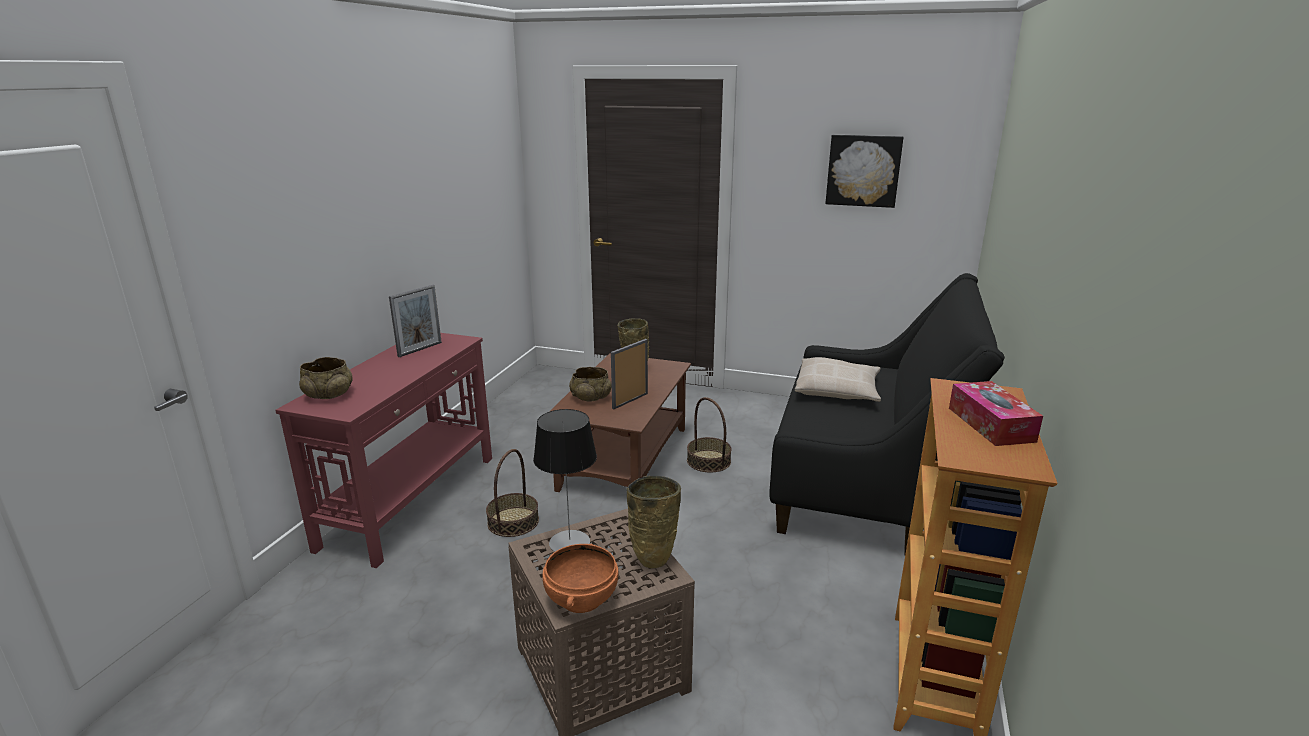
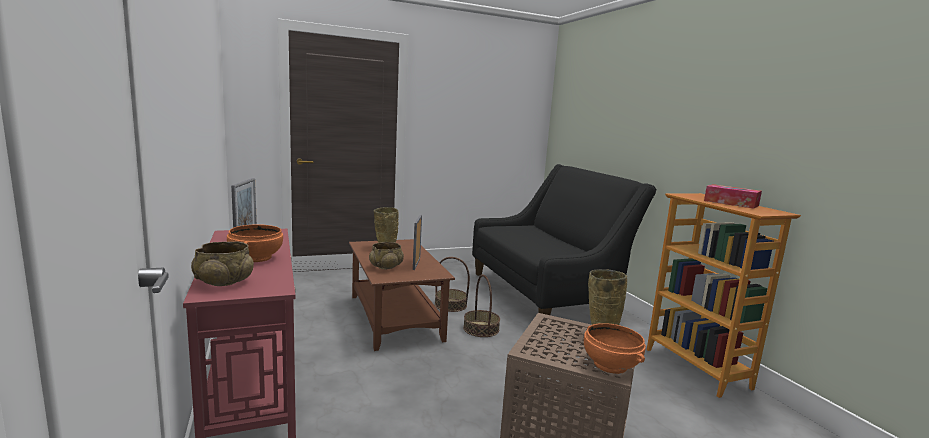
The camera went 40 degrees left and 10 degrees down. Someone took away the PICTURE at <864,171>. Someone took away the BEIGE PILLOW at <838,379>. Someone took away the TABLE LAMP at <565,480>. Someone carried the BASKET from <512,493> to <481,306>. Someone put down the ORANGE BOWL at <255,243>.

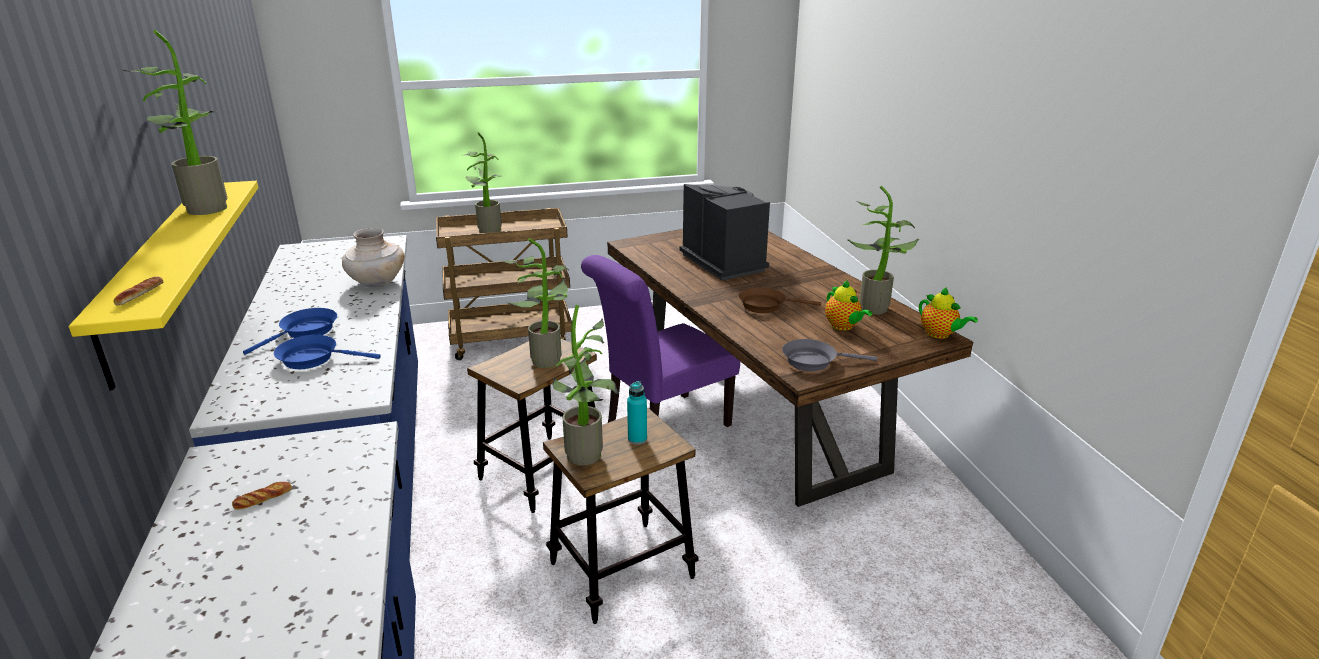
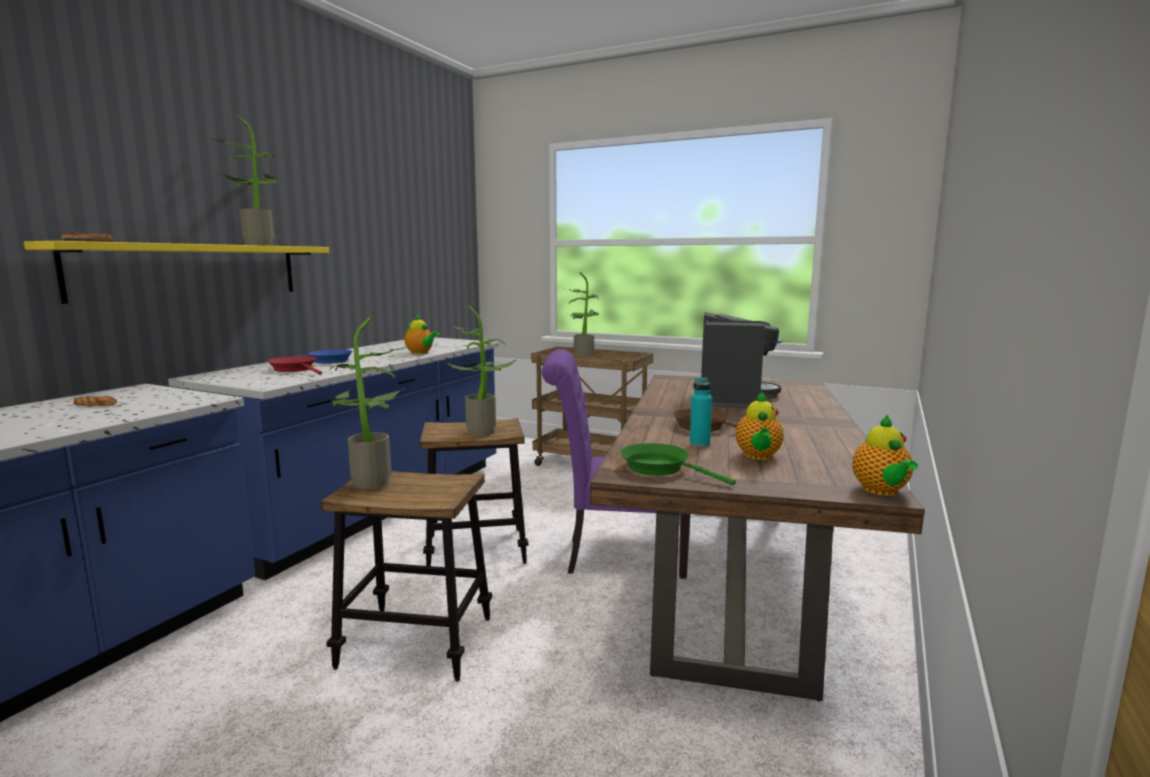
The camera went 40 degrees right and 15 degrees down. Someone took away the POTTED PLANT at <883,250>. Someone swapped the BEIGE VASE at <373,257> for the TEAPOT at <421,334>. Someone repainted the BLUE FRYING PAN at <327,352>, which became the RED FRYING PAN at <294,365>. Someone repainted the GREY FRYING PAN at <829,355>, which became the GREEN FRYING PAN at <678,464>. Someone carried the TURQUOISE BOTTLE from <637,413> to <701,412>.

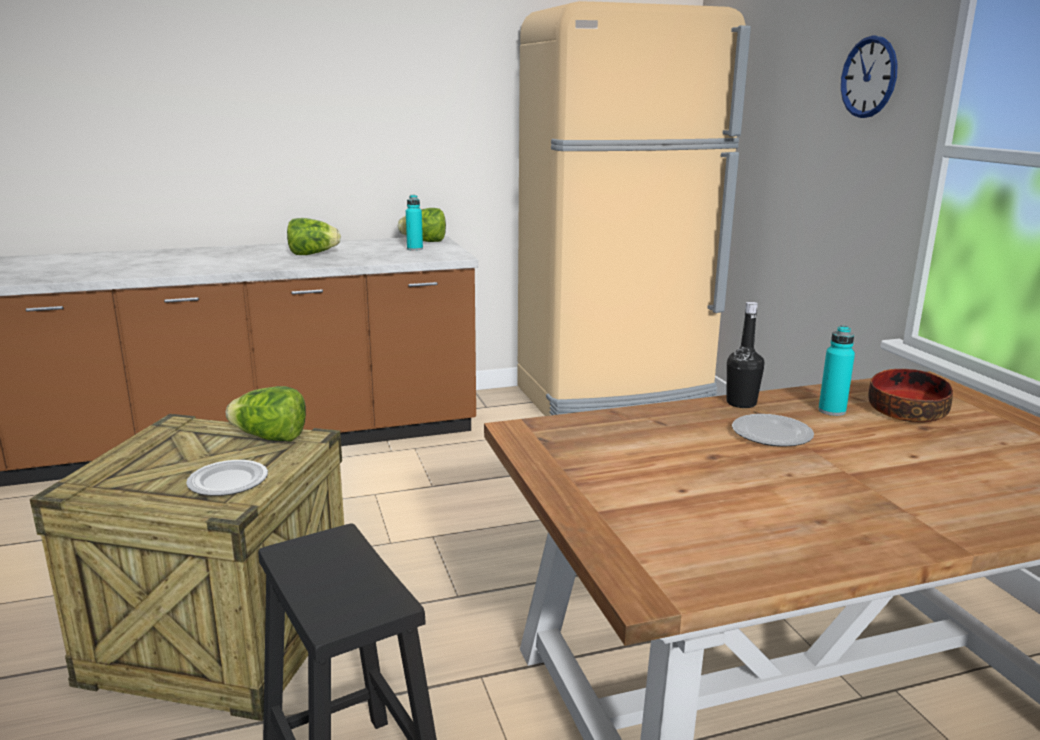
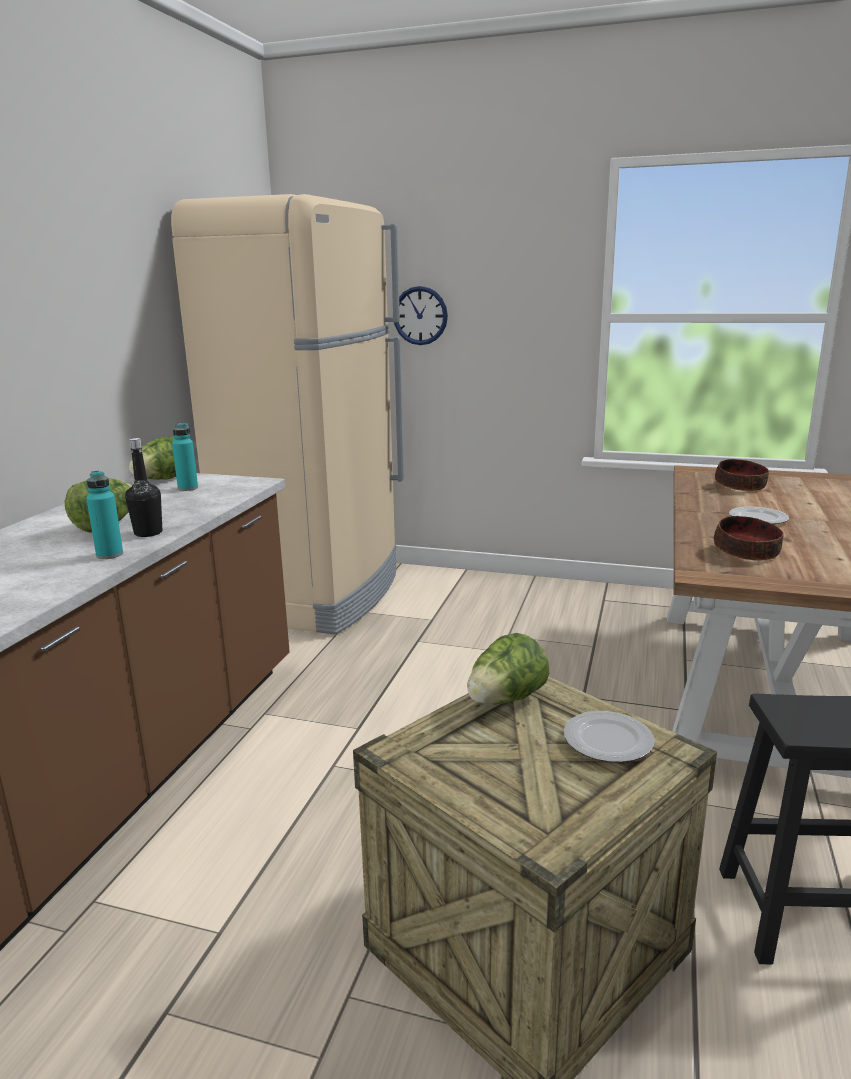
The camera went 55 degrees left and 0 degrees up. Someone carried the WALL CLOCK from <869,77> to <421,315>. Someone carried the BLACK BOTTLE from <745,355> to <143,487>. Someone carried the TURQUOISE BOTTLE from <836,370> to <104,515>. Someone put down the BOWL at <749,538>.

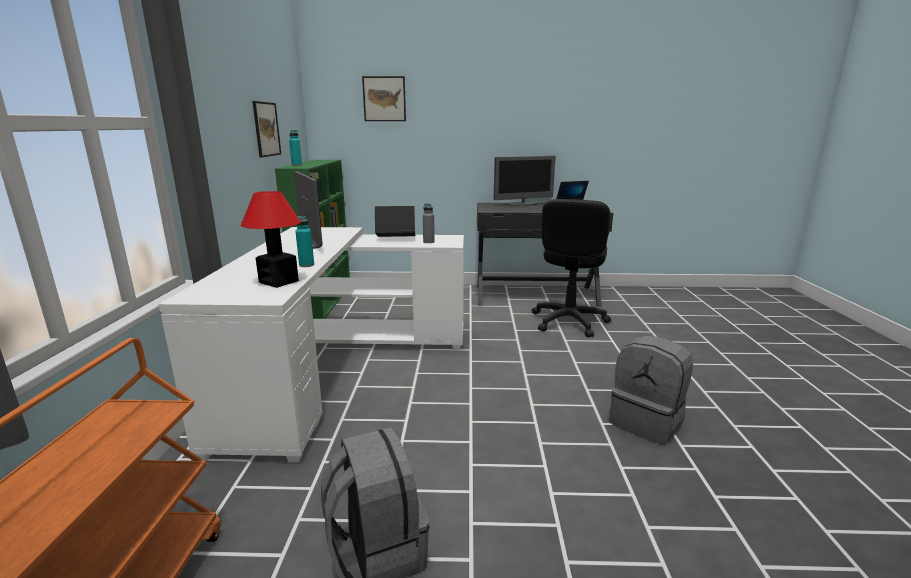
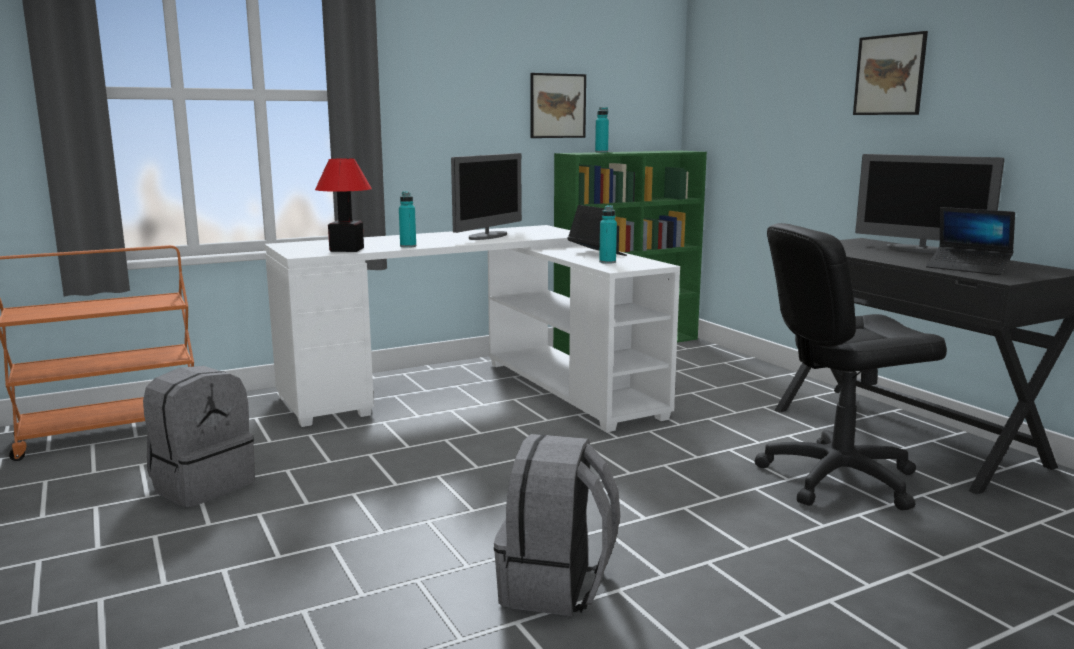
The camera went 60 degrees right and 5 degrees down. Someone carried the PICTURE from <384,98> to <890,73>. Someone repainted the GREY BOTTLE at <429,223>, which became the TURQUOISE BOTTLE at <608,234>.

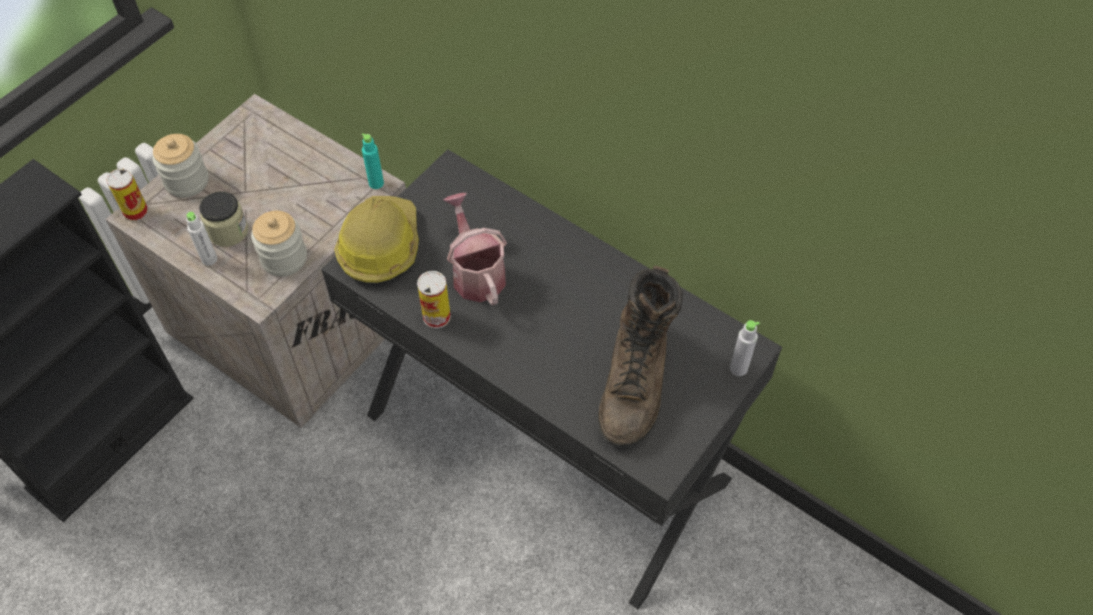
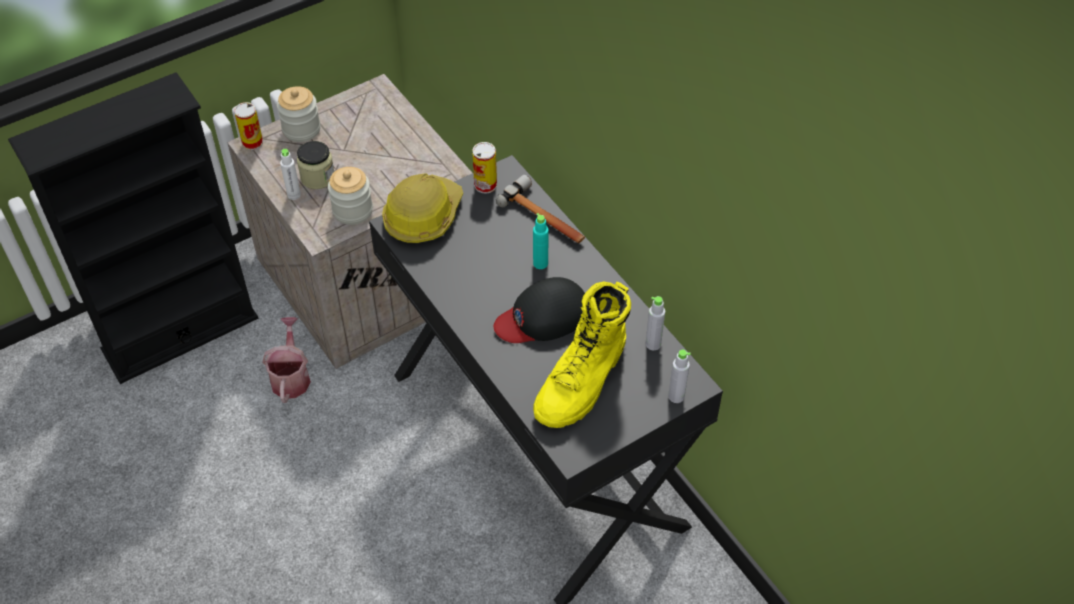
The camera went 20 degrees right and 5 degrees down. Someone carried the TURQUOISE BOTTLE from <372,161> to <541,241>. Someone carried the WATERING CAN from <475,249> to <286,360>. Someone repainted the BROWN BOOT at <640,357>, which became the YELLOW BOOT at <582,355>. Someone carried the CAN from <434,300> to <484,168>. Someone put down the HAMMER at <540,209>. Someone put down the BLACK CAP at <539,310>. Someone put down the GREY BOTTLE at <655,323>.

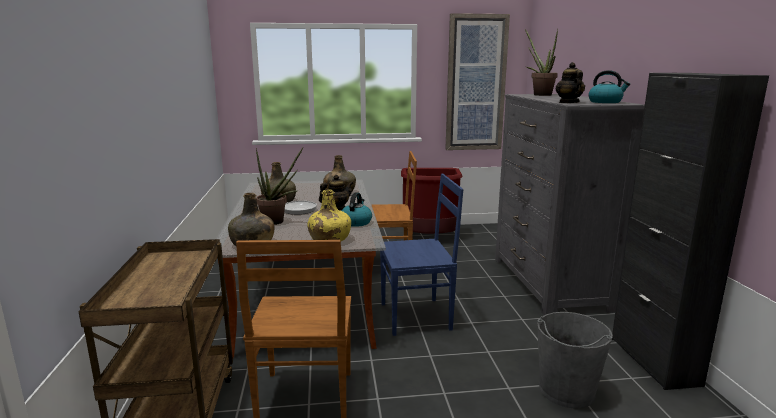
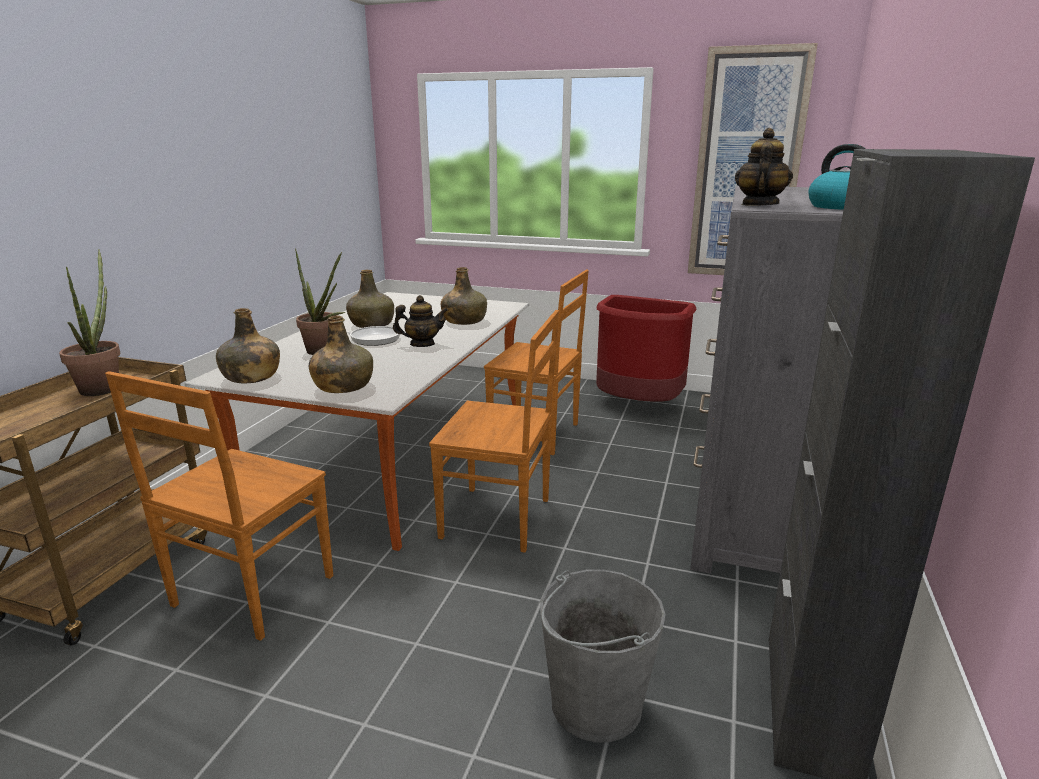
The camera went 25 degrees right and 5 degrees up. Someone carried the POTTED PLANT from <541,62> to <90,322>. Someone repainted the BLUE CHAIR at <422,254>, which became the BROWN CHAIR at <494,431>. Someone repainted the YELLOW BOTTLE at <329,215>, which became the GREEN BOTTLE at <341,354>. Someone took away the KETTLE at <357,209>.

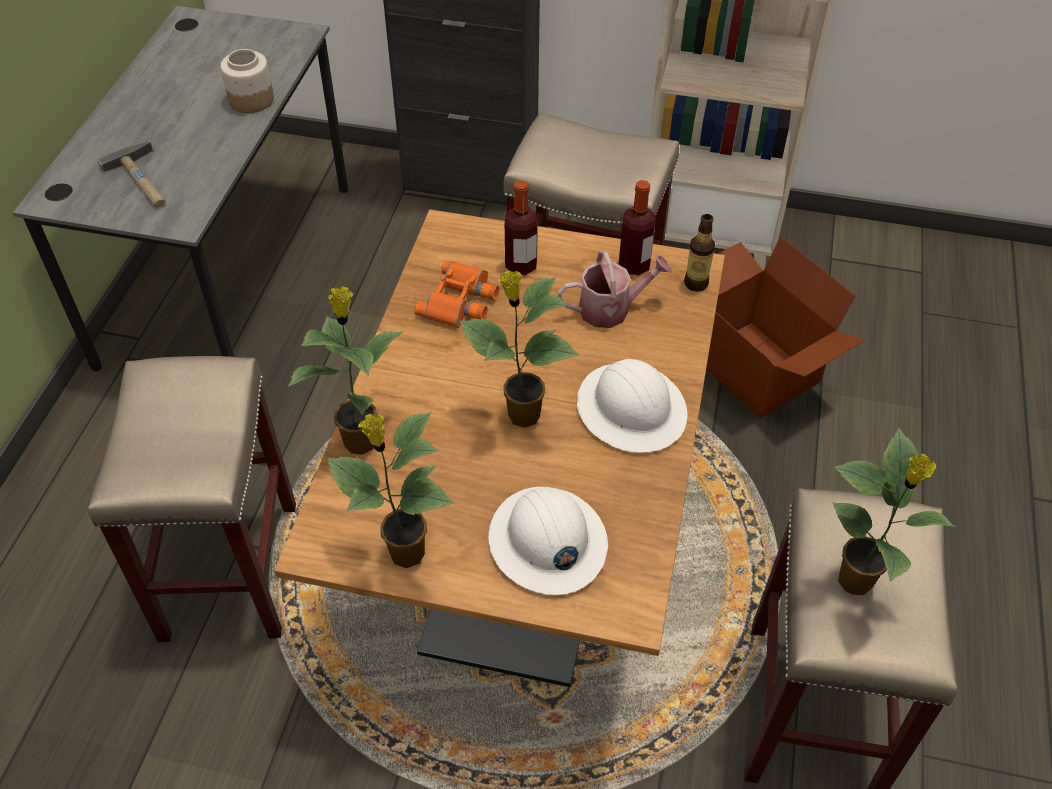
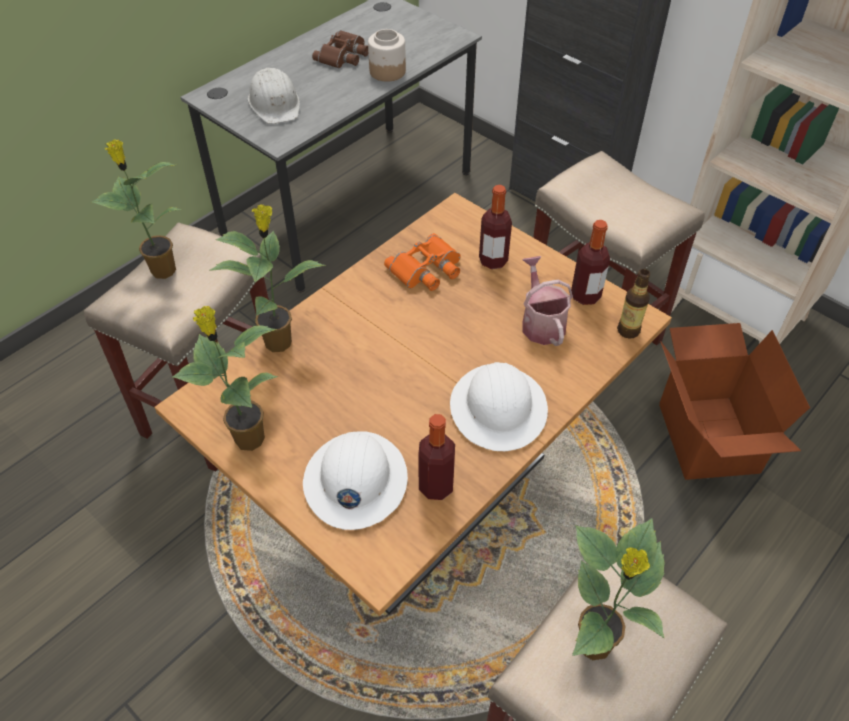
The camera went 30 degrees right and 0 degrees up. Someone swapped the HAMMER at <131,174> for the WHITE HARD HAT at <274,96>. Someone rotated the WATERING CAN at <615,289> by 120 degrees counterclockwise. Someone carried the POTTED PLANT from <519,349> to <136,209>. Someone put down the BROWN BINOCULARS at <340,49>. Someone put down the BOTTLE at <436,457>.

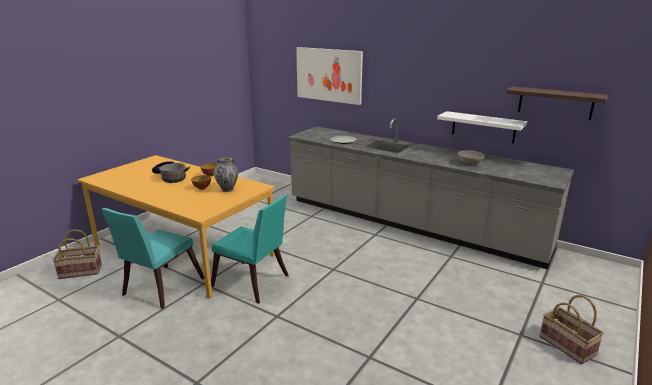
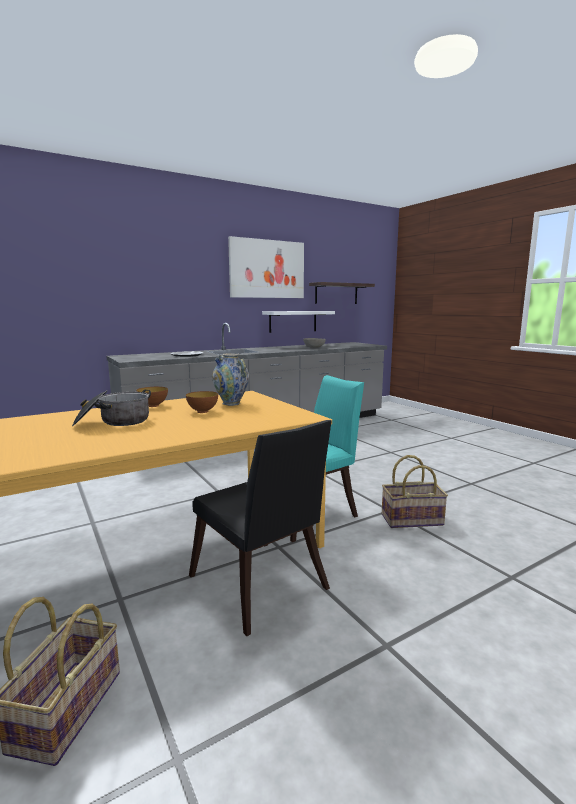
The camera went 65 degrees left and 10 degrees down. Someone carried the PICTURE from <329,76> to <266,267>. Someone repainted the TURQUOISE CHAIR at <153,258>, which became the BLACK CHAIR at <260,528>. Someone carried the BASKET from <572,329> to <415,491>.

